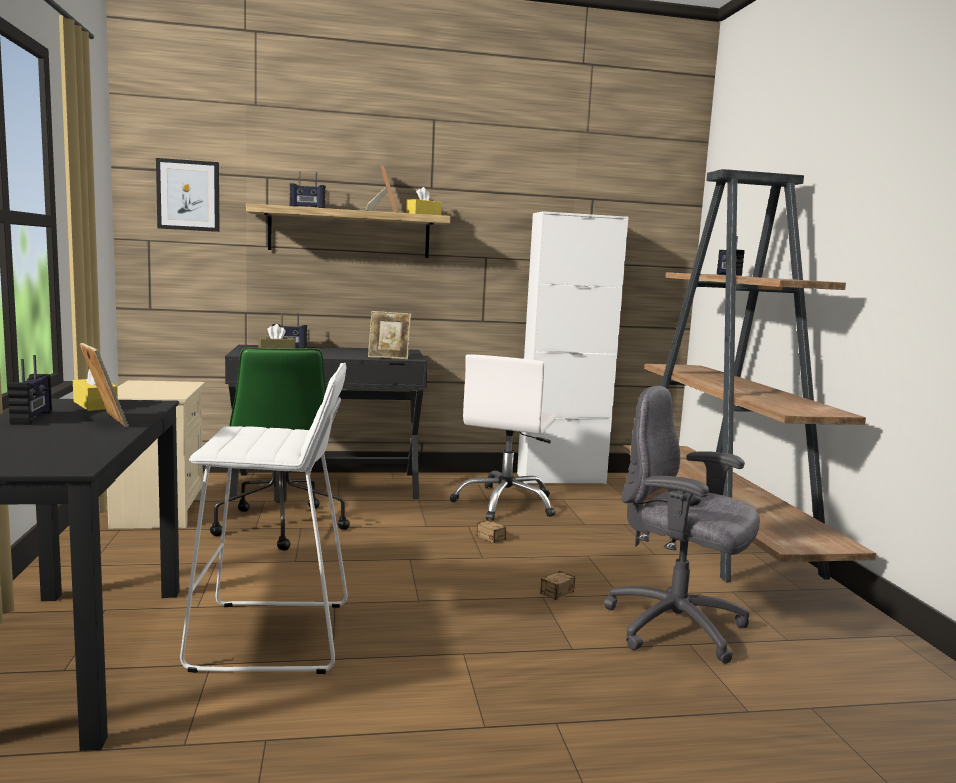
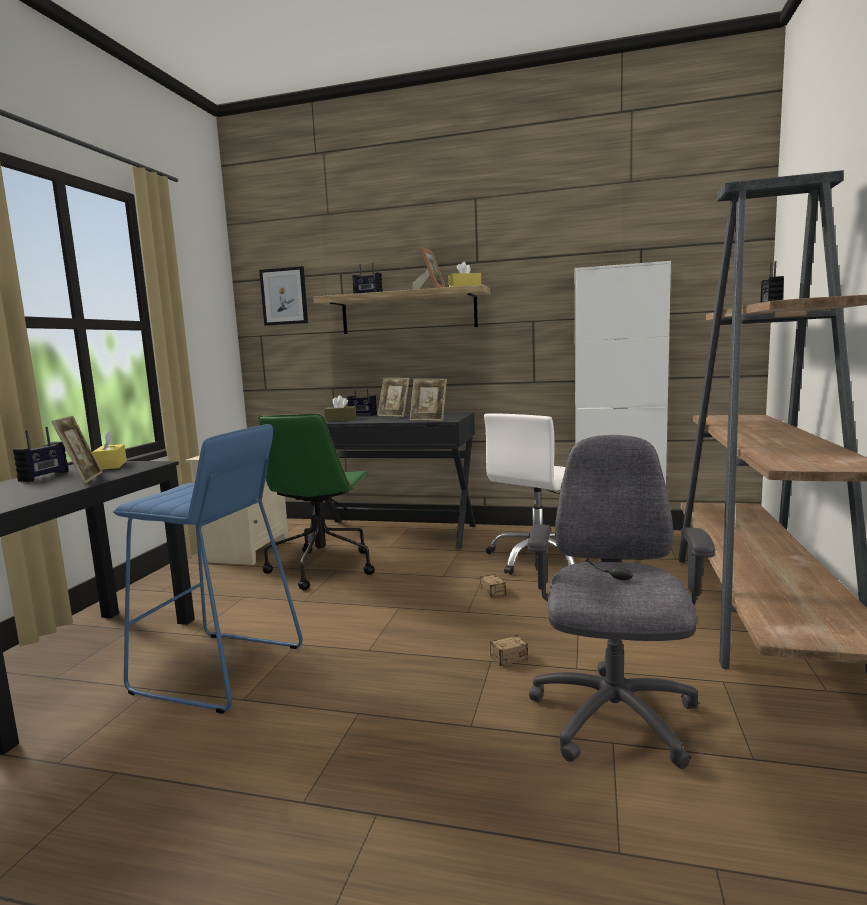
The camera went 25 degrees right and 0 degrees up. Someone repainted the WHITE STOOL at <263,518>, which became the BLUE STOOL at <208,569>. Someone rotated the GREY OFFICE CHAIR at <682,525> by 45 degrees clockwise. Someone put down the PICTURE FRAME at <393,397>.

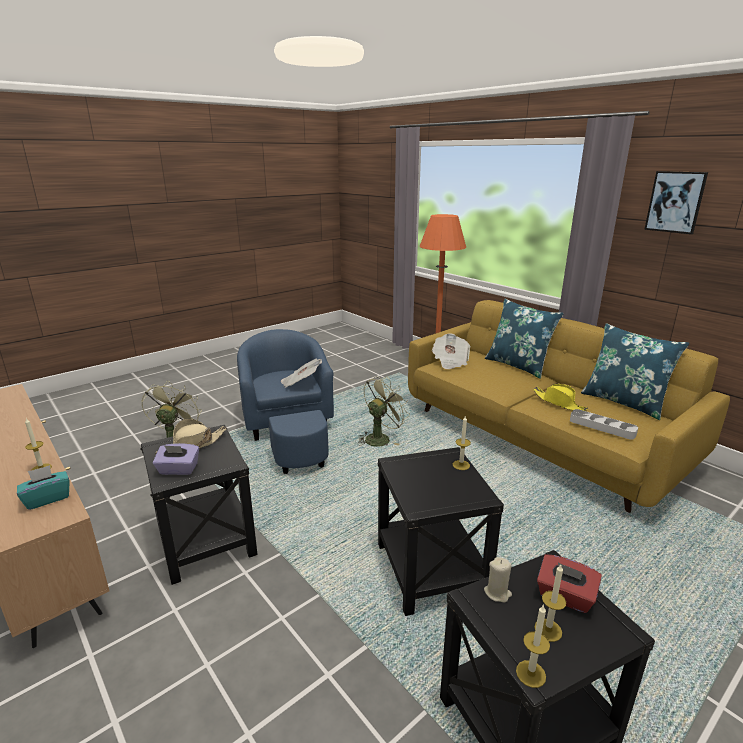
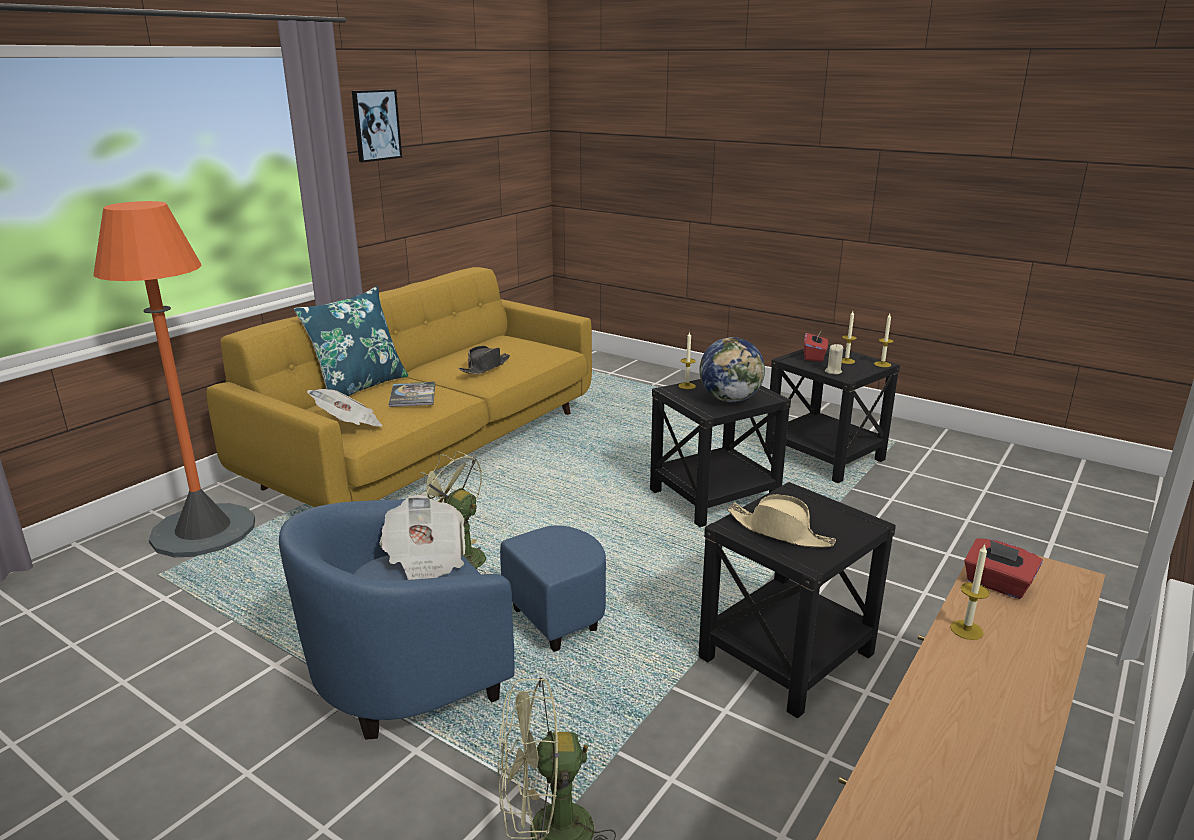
The camera went 105 degrees left and 0 degrees up. Someone took away the BLUE PILLOW at <635,371>. Someone repainted the YELLOW HAT at <560,397>, which became the BLACK HAT at <484,360>. Someone took away the GREY TRAY at <604,424>. Someone took away the PURPLE TISSUE BOX at <176,459>. Someone repainted the TURQUOISE TISSUE BOX at <43,487>, which became the RED TISSUE BOX at <1003,568>. Someone put down the GLOBE at <732,369>. Someone put down the BOOK at <412,394>.

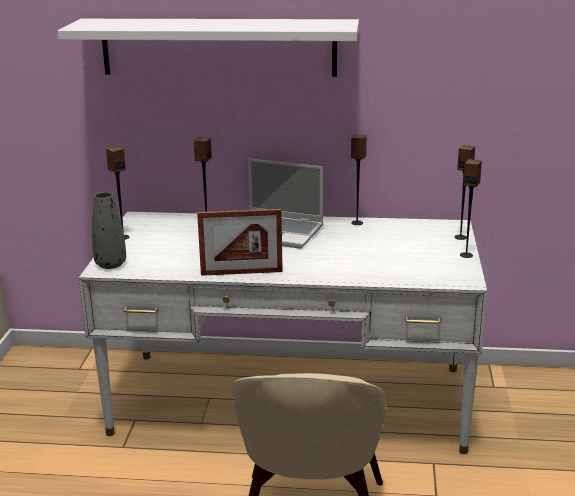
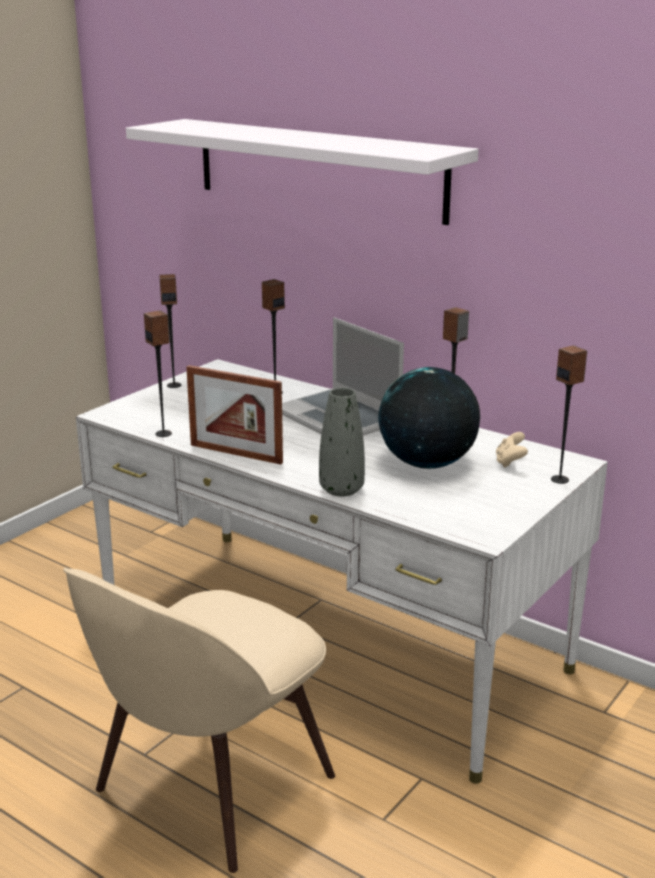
The camera went 30 degrees right and 0 degrees up. Someone carried the SPEAKER from <471,208> to <158,373>. Someone carried the GREY VASE from <109,230> to <342,442>. Someone put down the GLOBE at <429,418>. Someone put down the BEIGE GAME CONTROLLER at <512,450>.

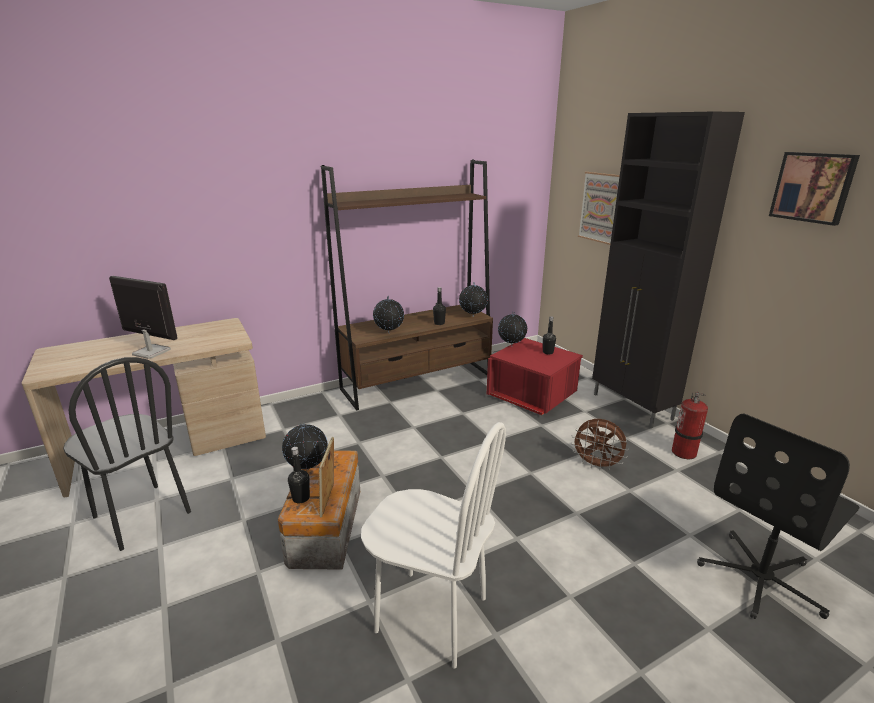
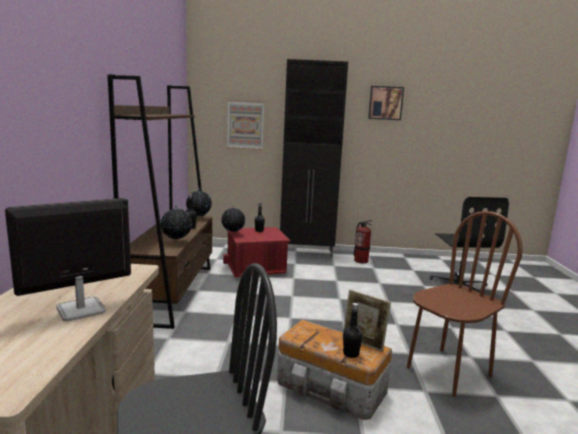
The camera went 60 degrees left and 10 degrees down. Someone took away the BROWN FAN at <600,444>. Someone took away the GLOBE at <305,446>. Someone repainted the WHITE CHAIR at <433,545>, which became the BROWN CHAIR at <465,304>.

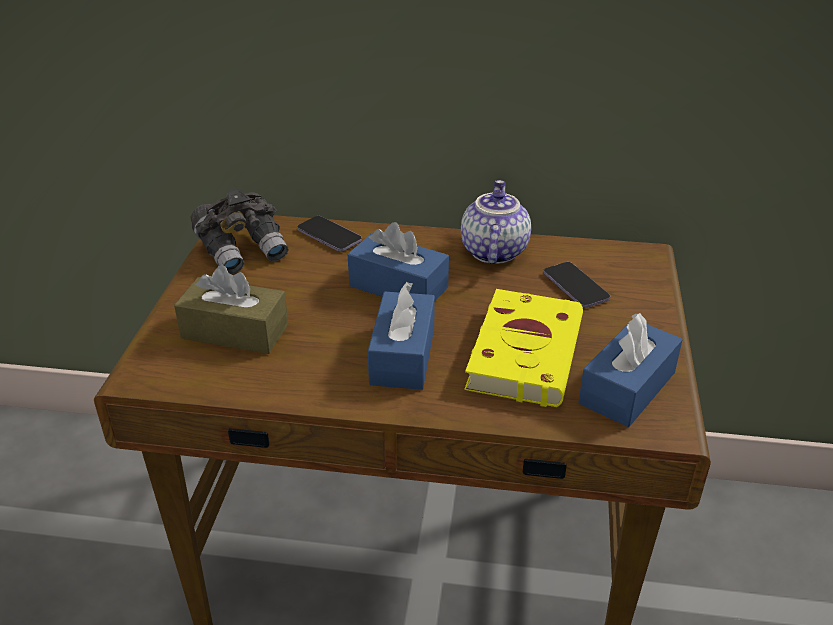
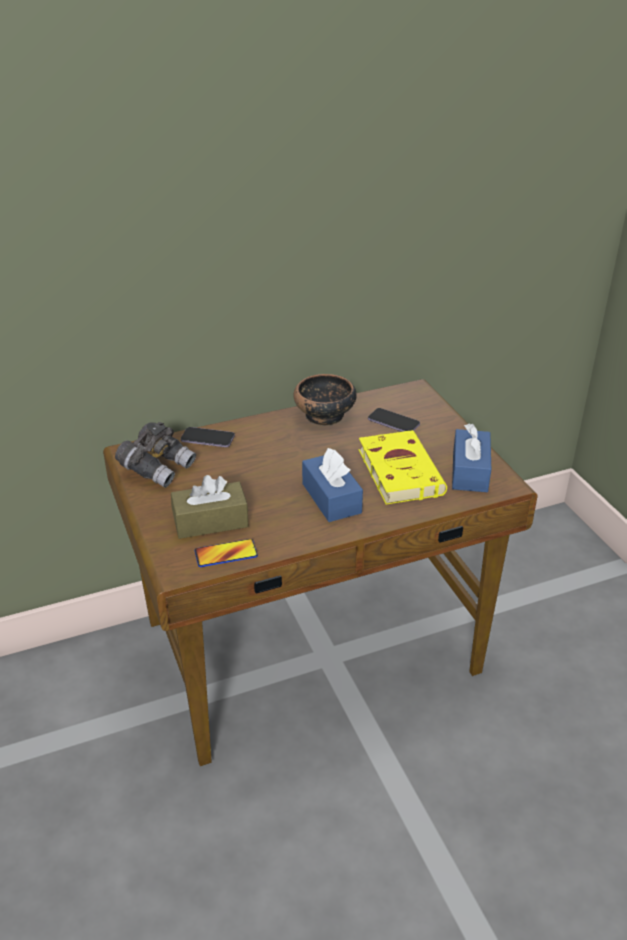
The camera went 30 degrees left and 0 degrees up. Someone swapped the TEAPOT at <496,222> for the BOWL at <325,400>. Someone took away the BLUE TISSUE BOX at <398,261>. Someone put down the PHONE at <226,553>.

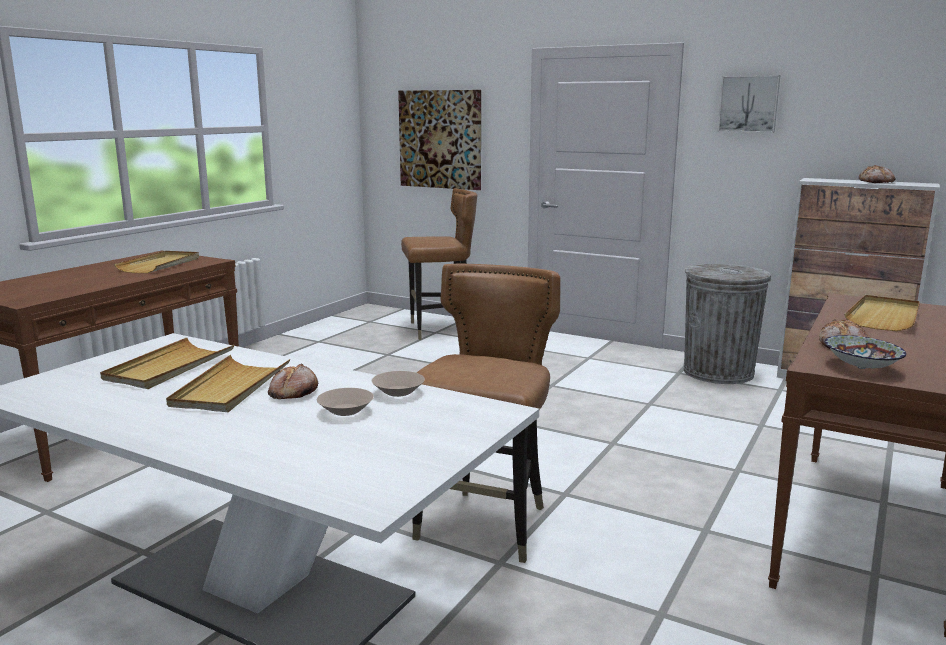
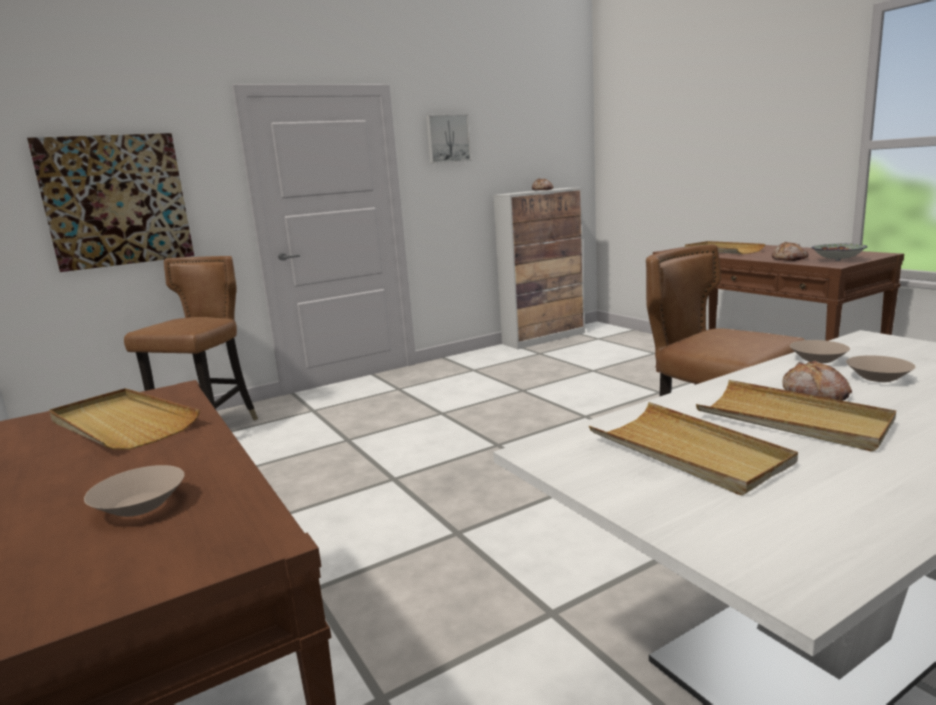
The camera went 60 degrees left and 0 degrees up. Someone took away the GREY TRASH CAN at <727,324>. Someone put down the BEIGE BOWL at <134,491>.

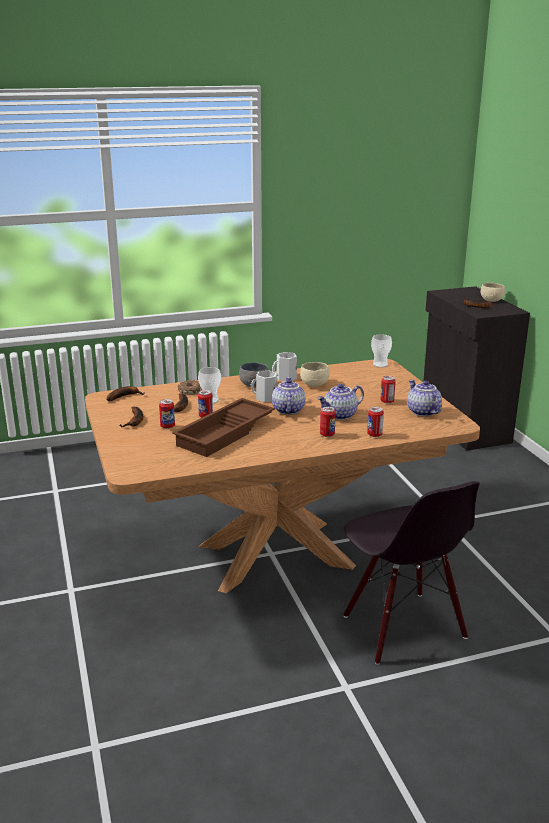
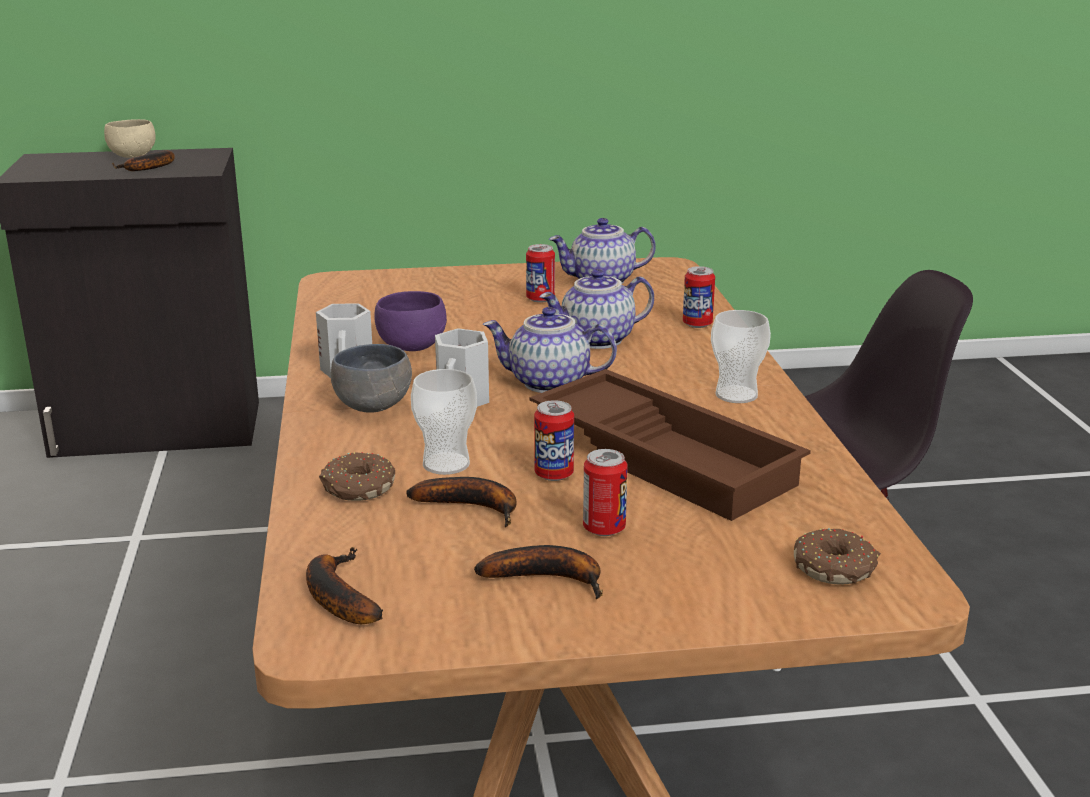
The camera went 80 degrees left and 0 degrees up. Someone carried the CUP from <381,351> to <741,356>. Someone repainted the BEIGE BOWL at <315,374>, which became the PURPLE BOWL at <410,321>. Someone rotated the TEAPOT at <340,402> by 90 degrees clockwise. Someone took away the CAN at <328,422>. Someone put down the DONUT at <837,556>.

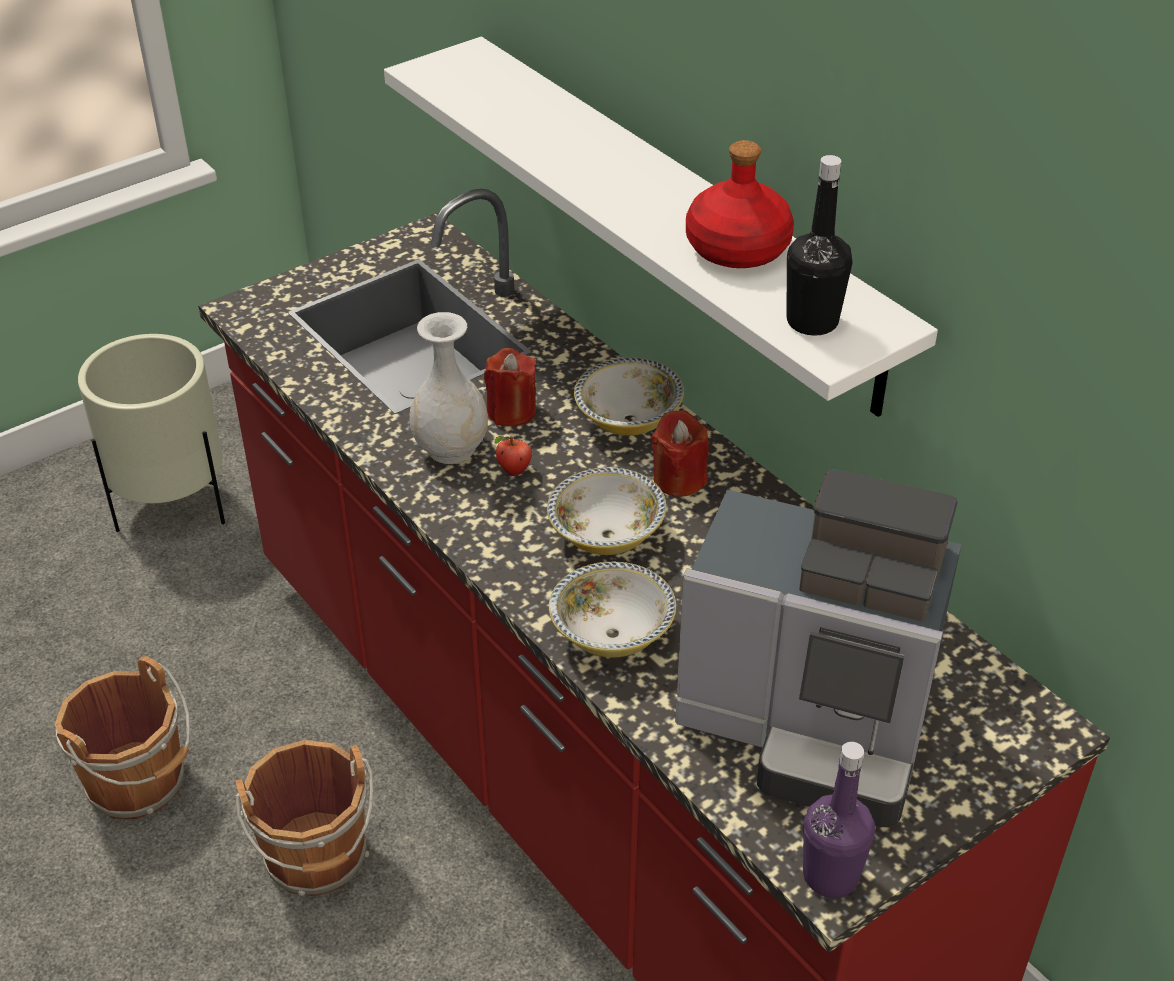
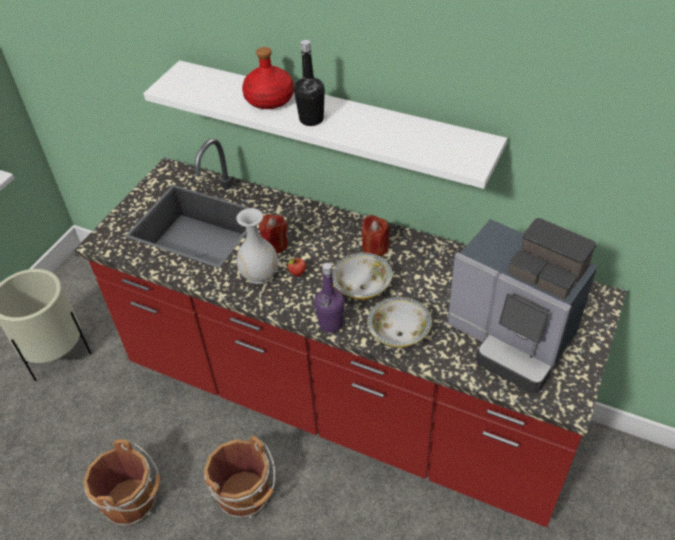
The camera went 25 degrees left and 5 degrees up. Someone carried the RED BOTTLE from <740,204> to <268,78>. Someone carried the BLACK BOTTLE from <820,245> to <309,83>. Someone took away the BOWL at <629,396>. Someone rotated the COFFEE MACHINE at <818,648> by 45 degrees clockwise. Someone carried the PURPLE BOTTLE from <839,820> to <329,298>.

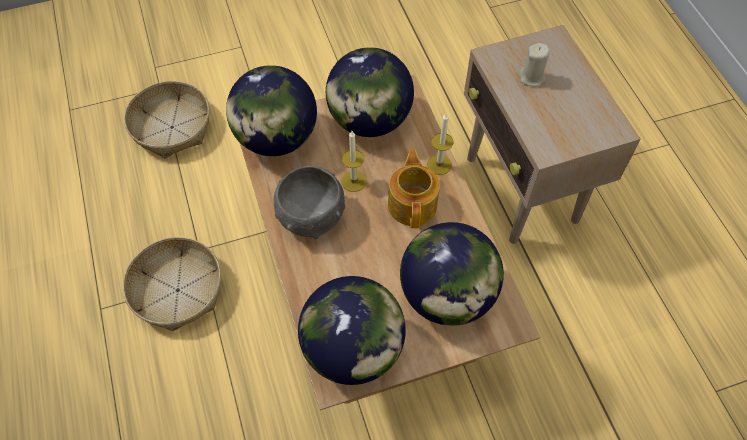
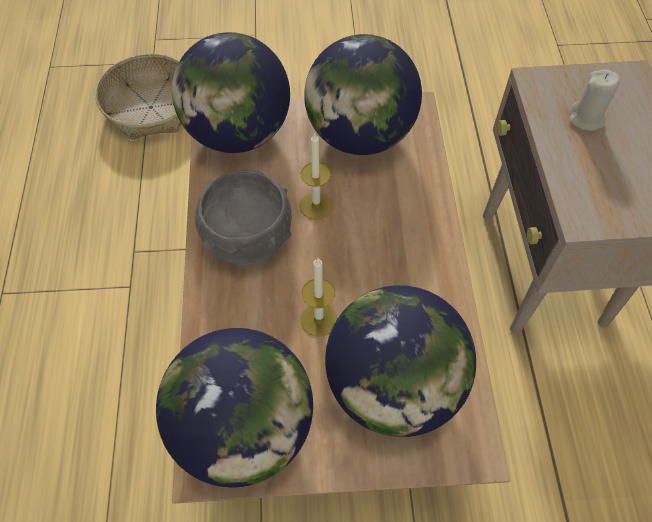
The camera went 15 degrees right and 0 degrees up. Someone carried the CANDLE from <440,144> to <319,297>. Someone took away the TEAPOT at <414,188>. Someone took away the BASKET at <172,284>.

